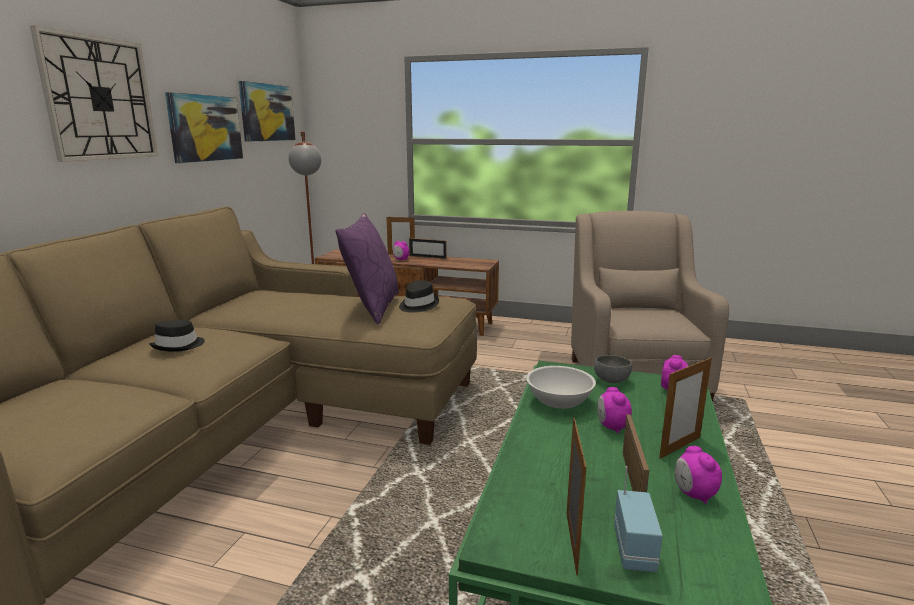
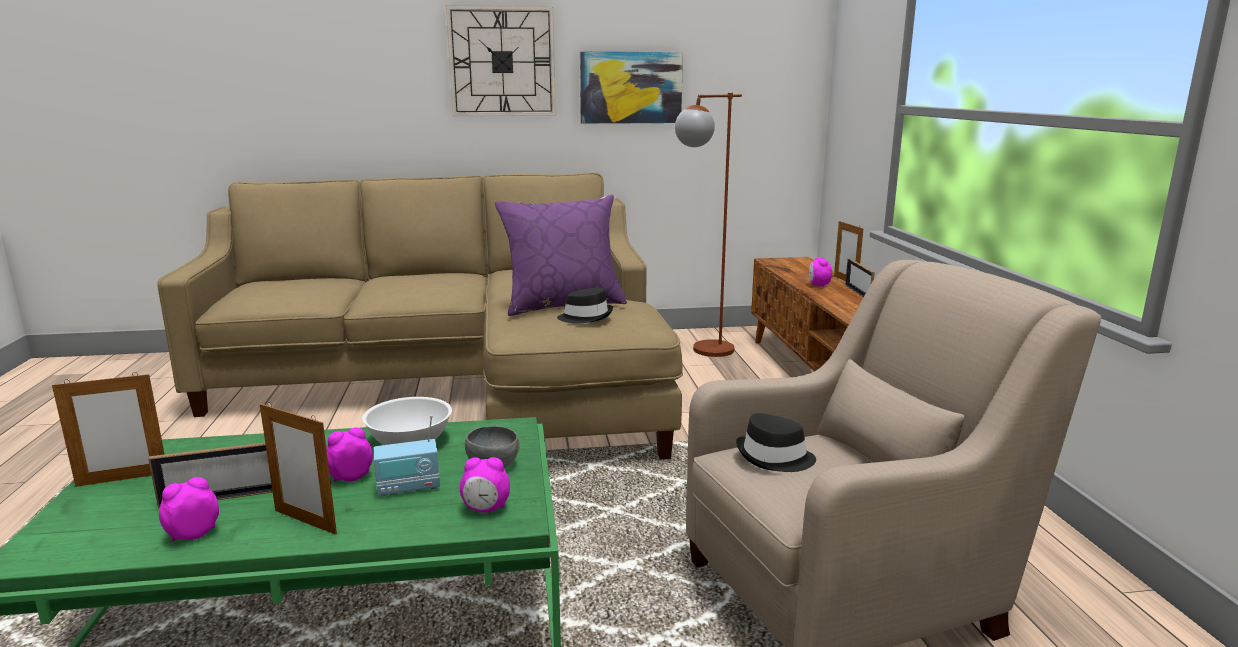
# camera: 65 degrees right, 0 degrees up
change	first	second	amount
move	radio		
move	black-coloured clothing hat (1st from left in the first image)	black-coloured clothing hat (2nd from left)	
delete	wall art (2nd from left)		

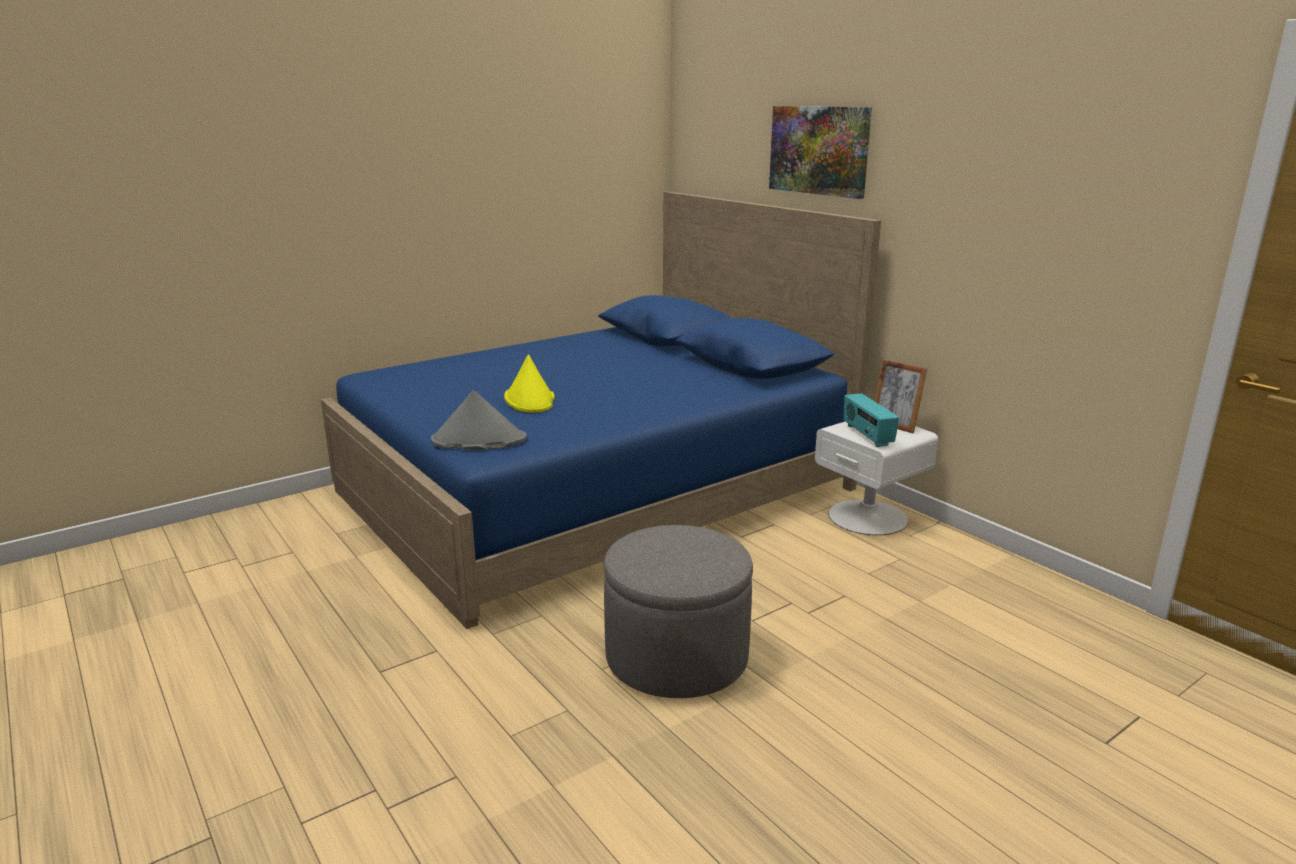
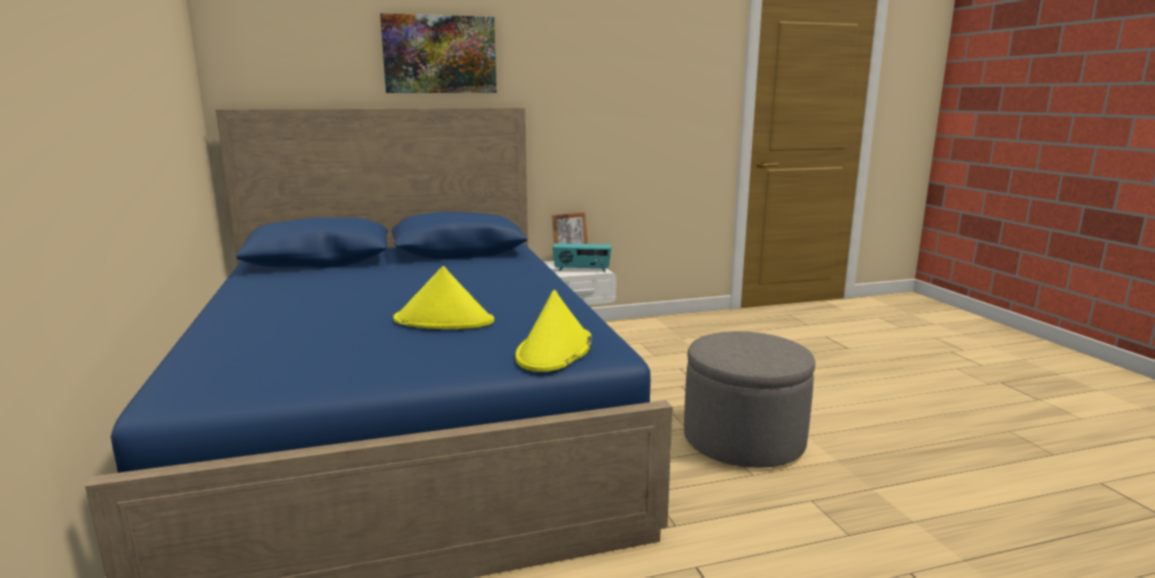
# camera: 70 degrees left, 5 degrees down
change	first	second	amount
recolor	gray clothing hat	yellow-coloured clothing hat (2nd from left)	

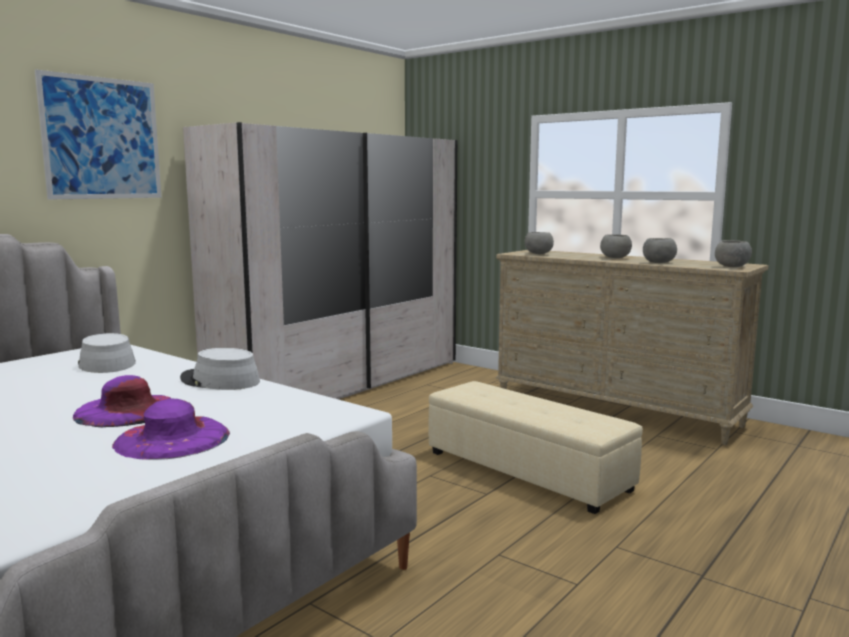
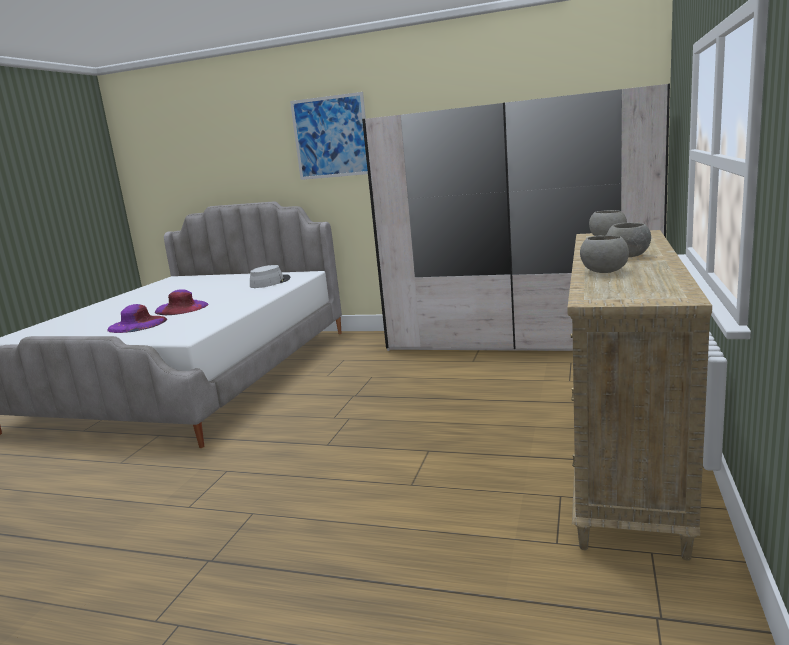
# camera: 70 degrees right, 5 degrees up
change	first	second	amount
delete	gray clothing hat (2nd from left)		
delete	sand-coloured footrest		
delete	gray bowl (4th from left)		

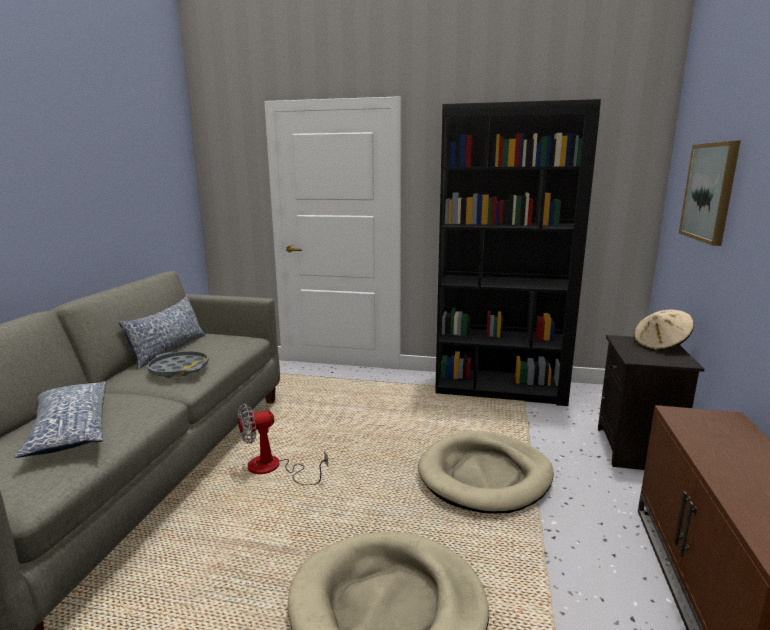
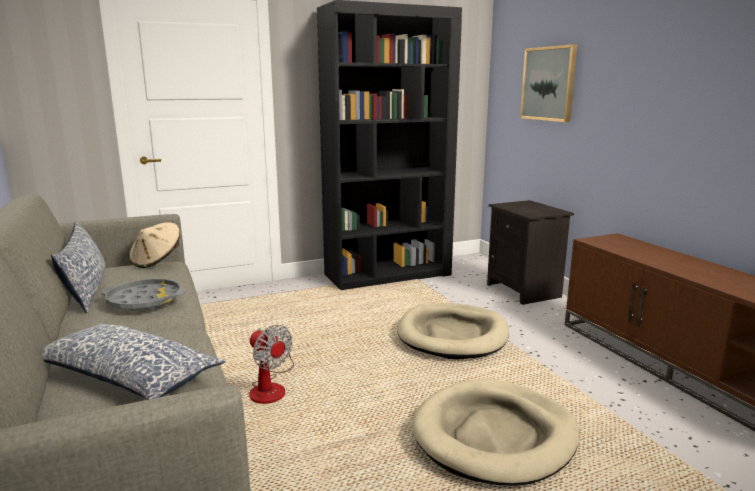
# camera: 35 degrees left, 0 degrees up
change	first	second	amount
move	sand-coloured clothing hat		
rotate	cooling fan		75 degrees counterclockwise

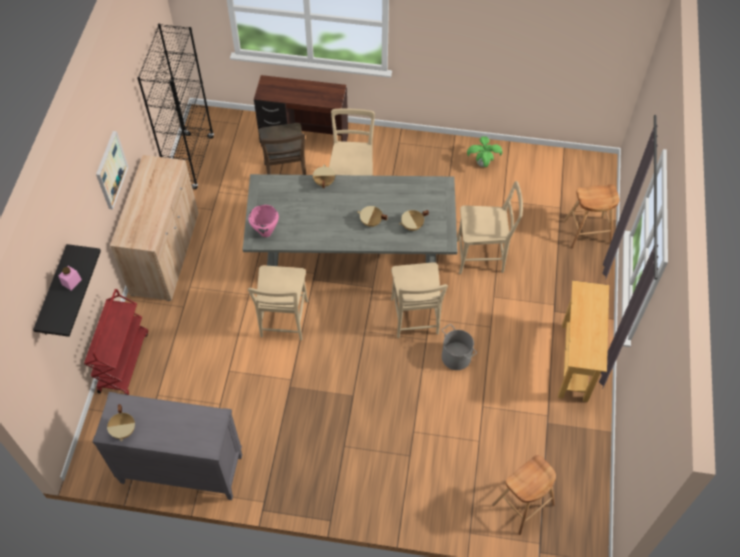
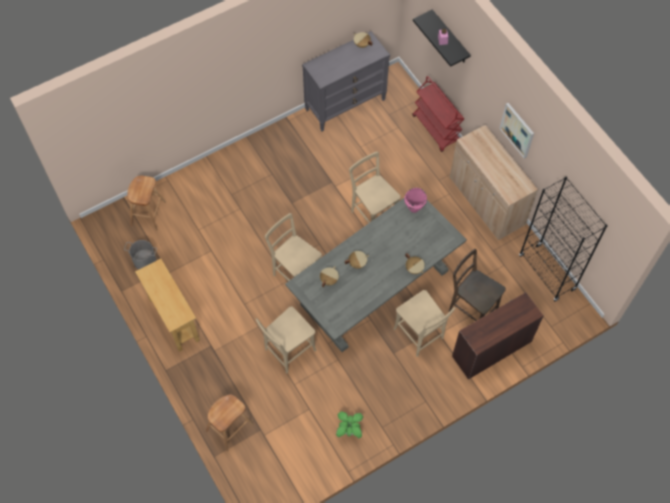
# camera: 140 degrees right, 5 degrees up
change	first	second	amount
move	gray pail		

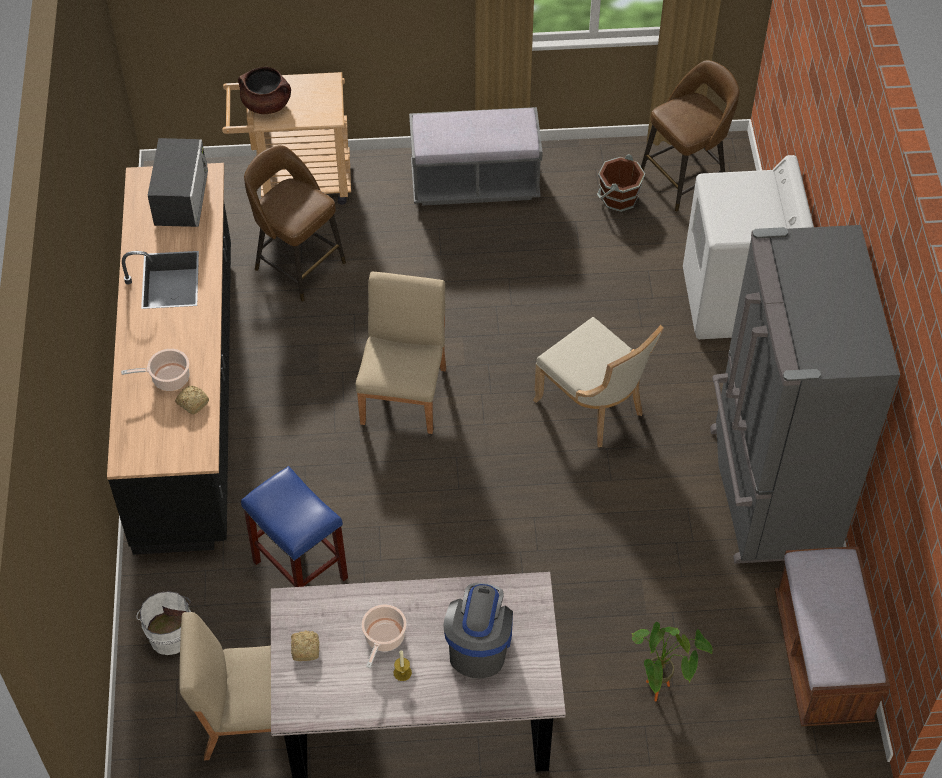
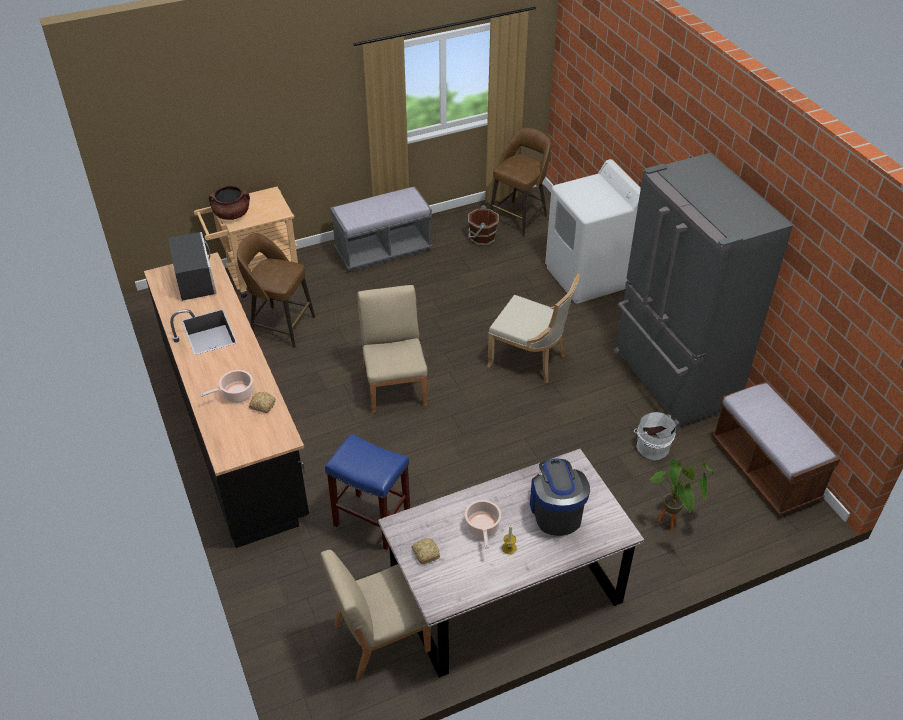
# camera: 20 degrees left, 10 degrees down
change	first	second	amount
move	white-coloured pail		

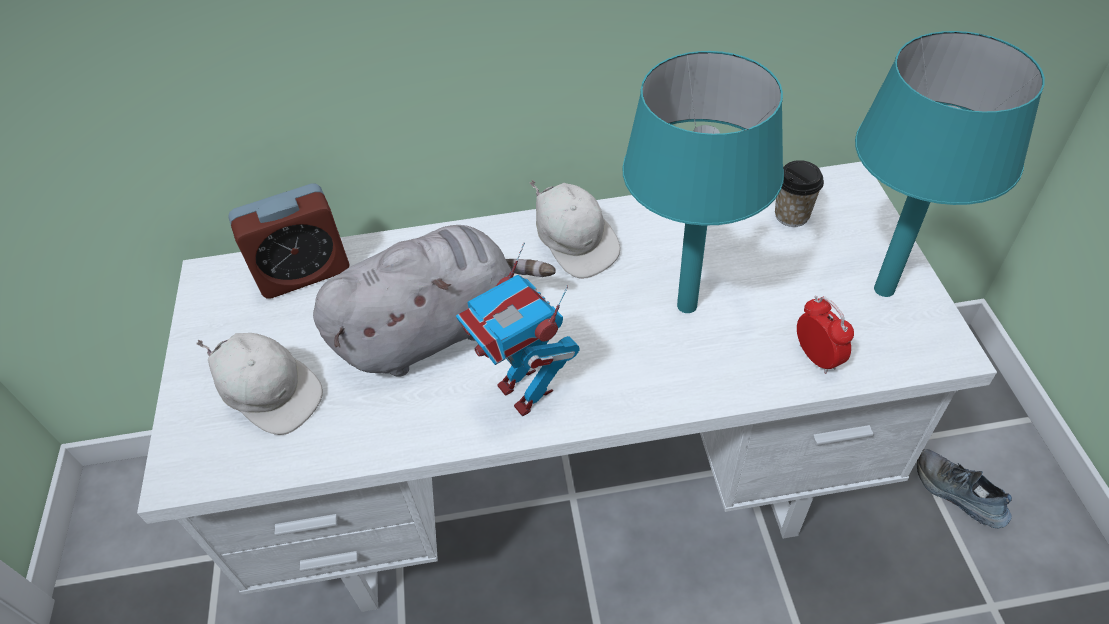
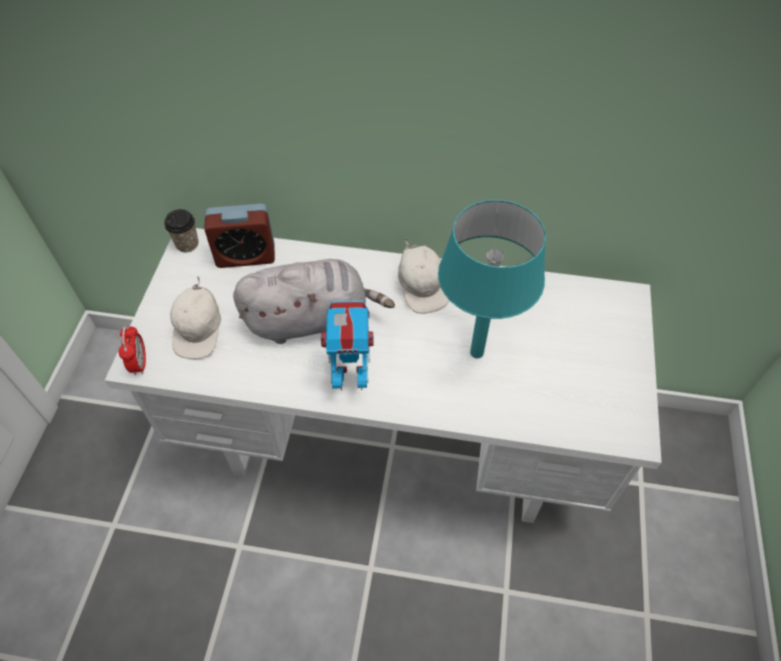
# camera: 15 degrees right, 5 degrees up
change	first	second	amount
move	table clock (2nd from left in the first image)	table clock (1st from left)	
move	small cup		
rotate	white-coloured cap (1st from left)		45 degrees clockwise
rotate	model robot		105 degrees clockwise
delete	turquoise-coloured tabletop lamp (2nd from left)		
delete	shoe		

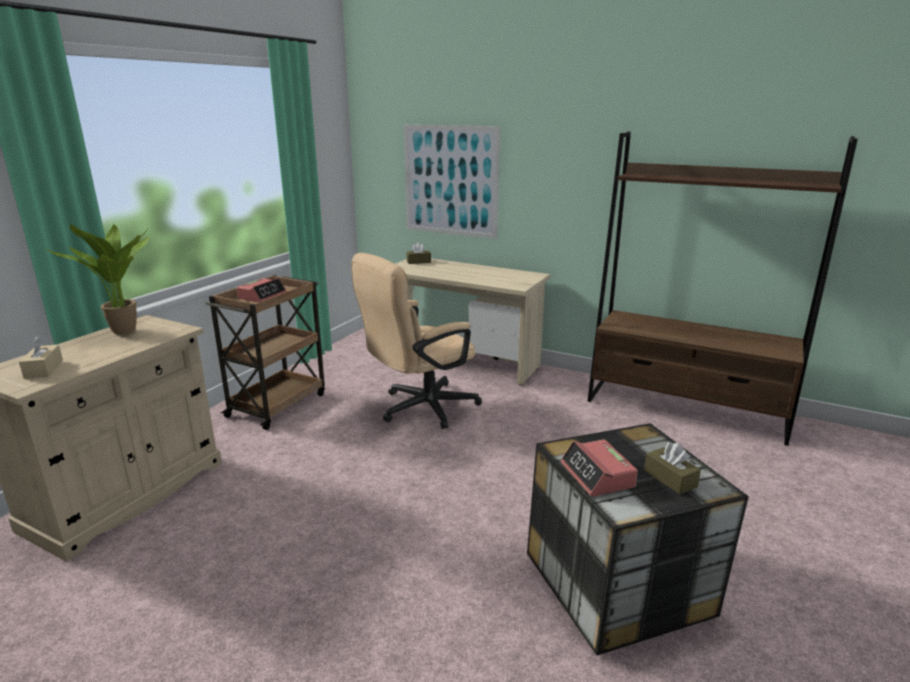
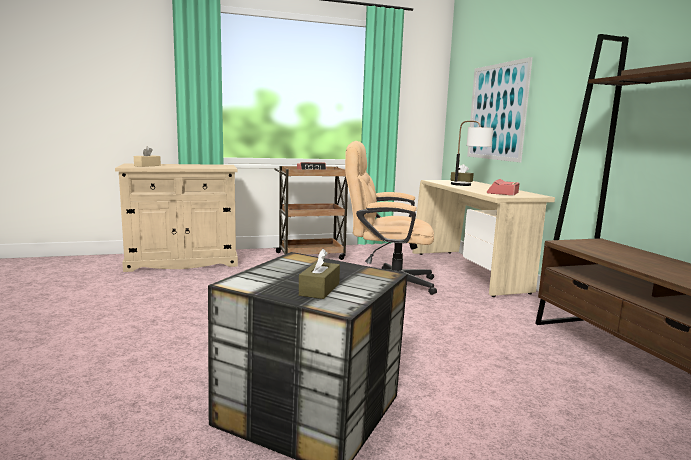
# camera: 45 degrees right, 10 degrees down
change	first	second	amount
insert		tabletop lamp	
move	table clock (2nd from left)		
delete	houseplant		

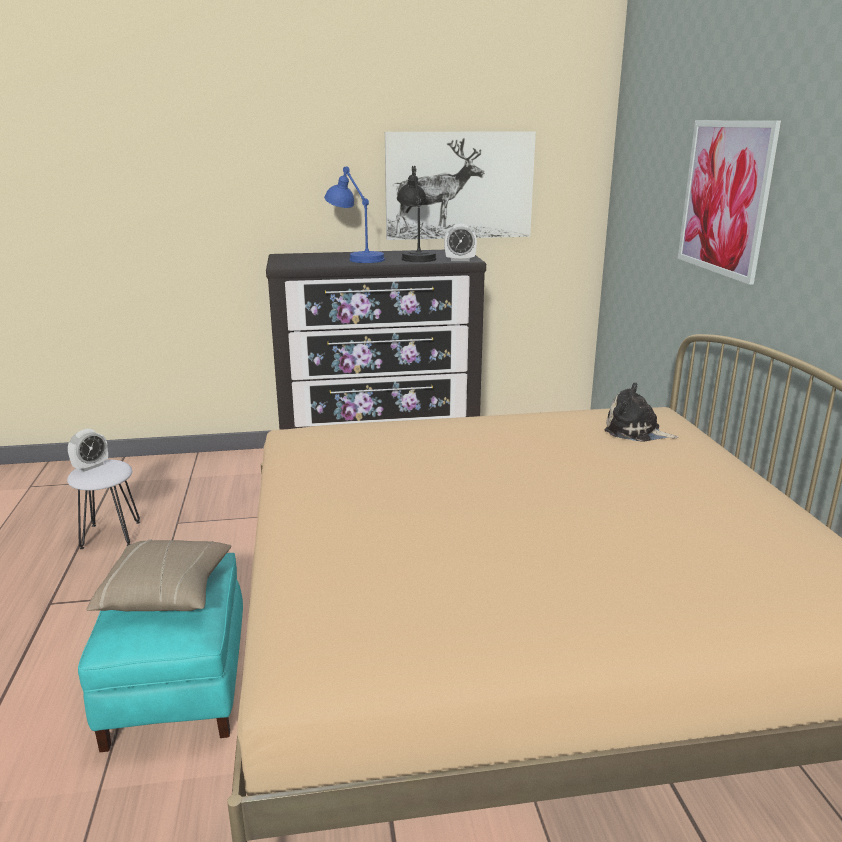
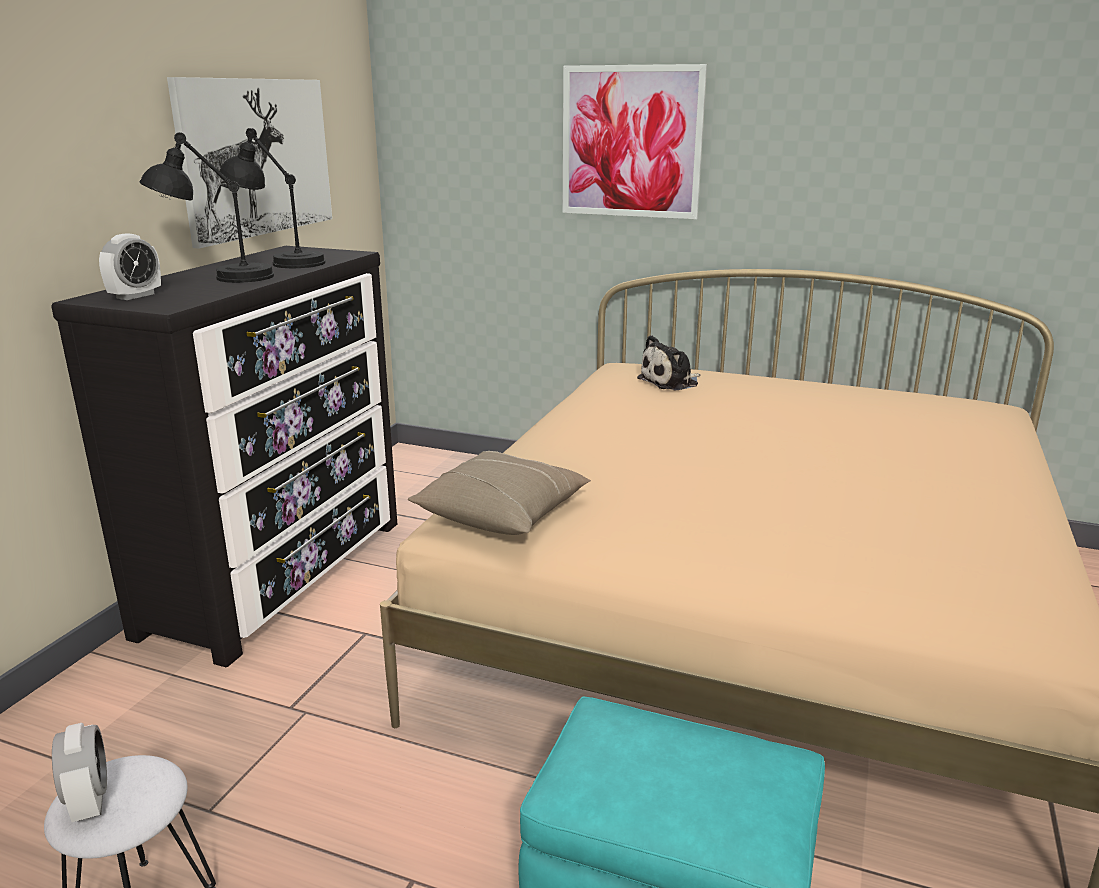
# camera: 60 degrees left, 0 degrees up
change	first	second	amount
move	table clock (2nd from left)		
recolor	bluish tabletop lamp	black-coloured tabletop lamp (1st from left)	
move	sand-coloured cushion		

